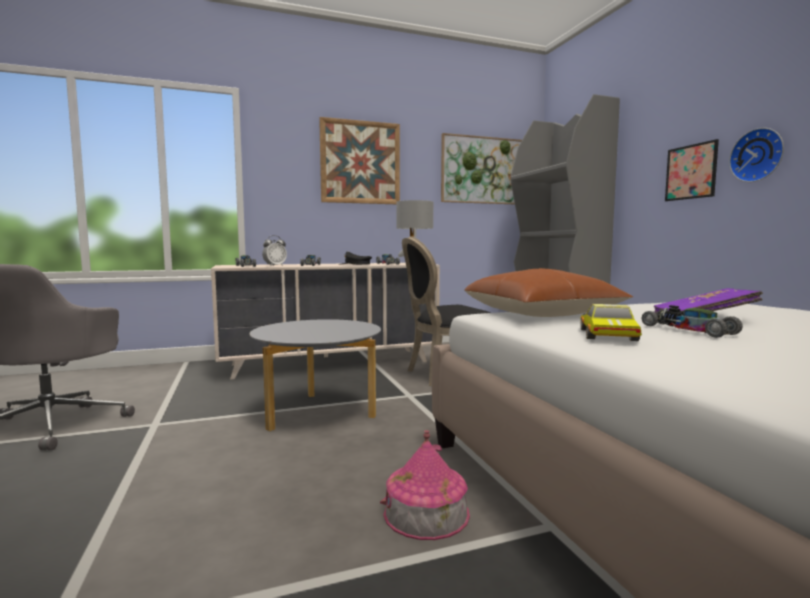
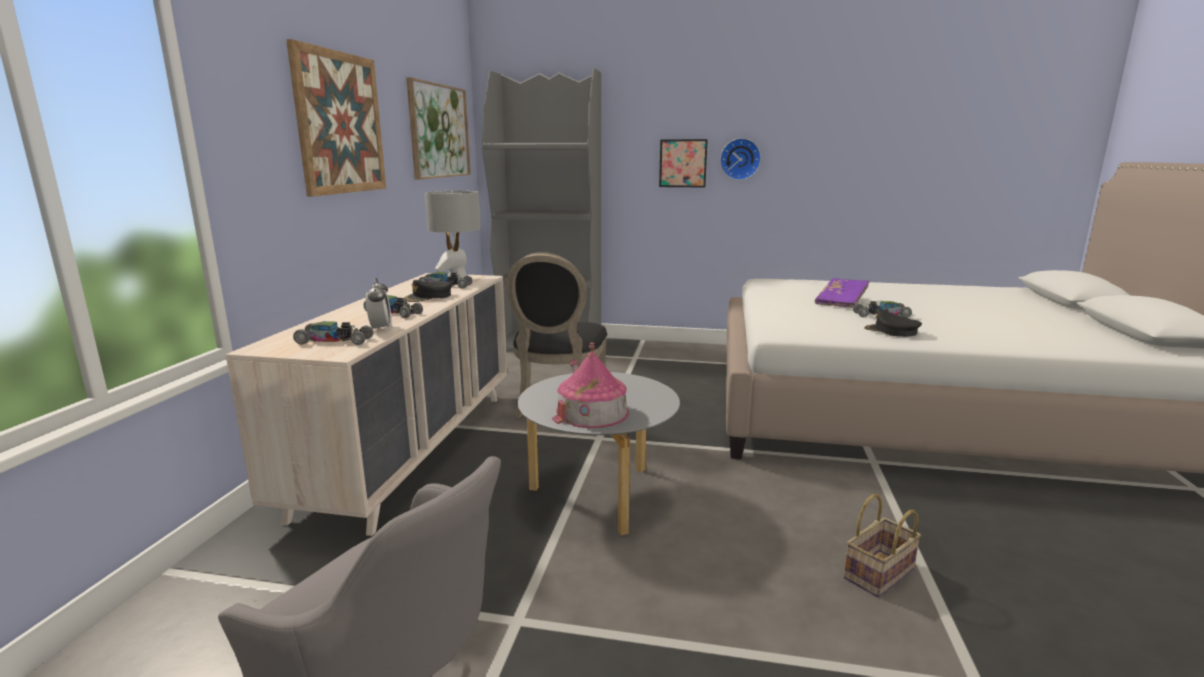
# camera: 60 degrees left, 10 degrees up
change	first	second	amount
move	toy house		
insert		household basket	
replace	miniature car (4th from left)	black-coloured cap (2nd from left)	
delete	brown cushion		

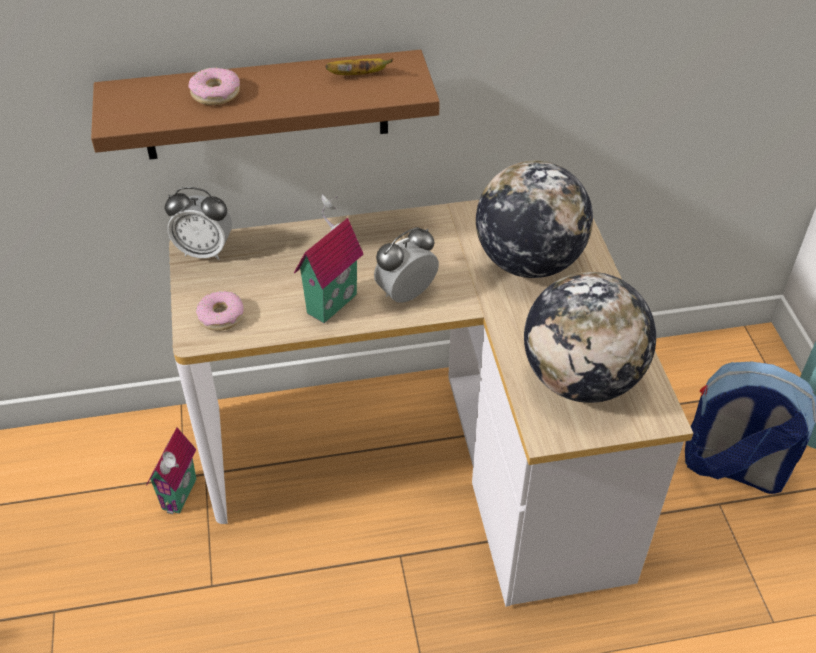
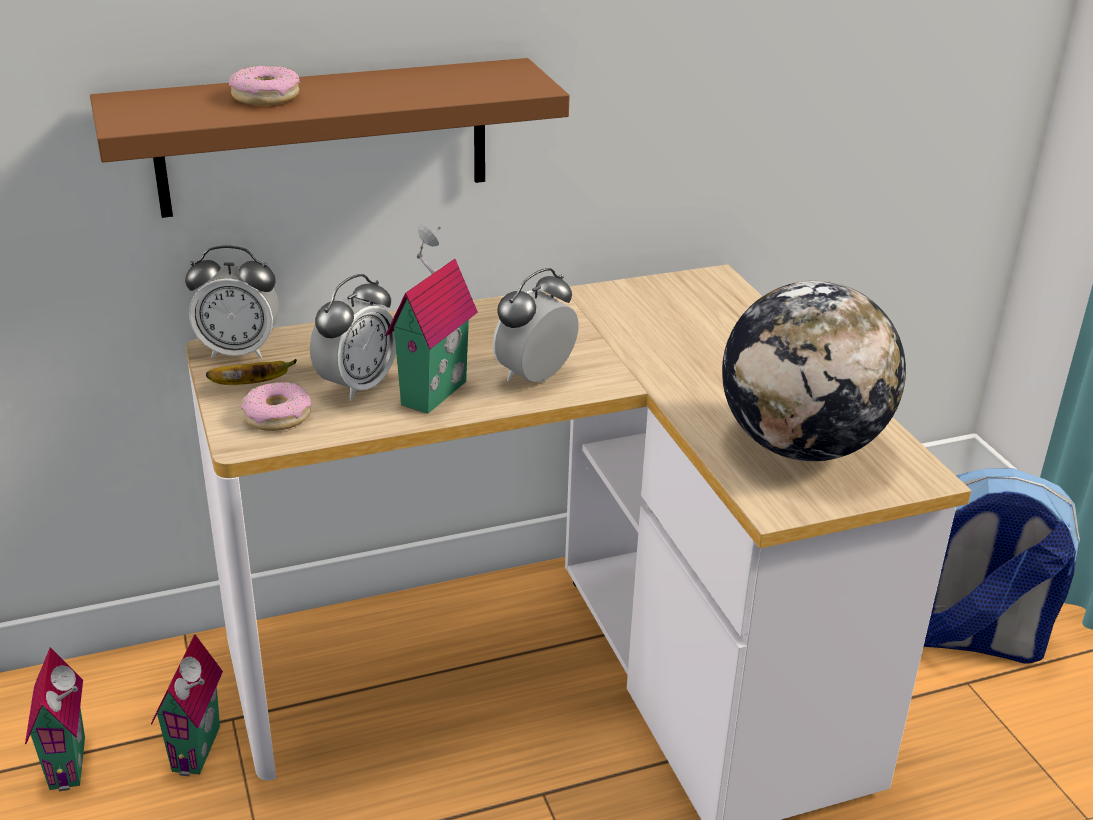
# camera: 10 degrees left, 15 degrees down
change	first	second	amount
insert		toy house (1st from left)	
move	banana		
insert		table clock (2nd from left)	
delete	world globe (1st from left)		

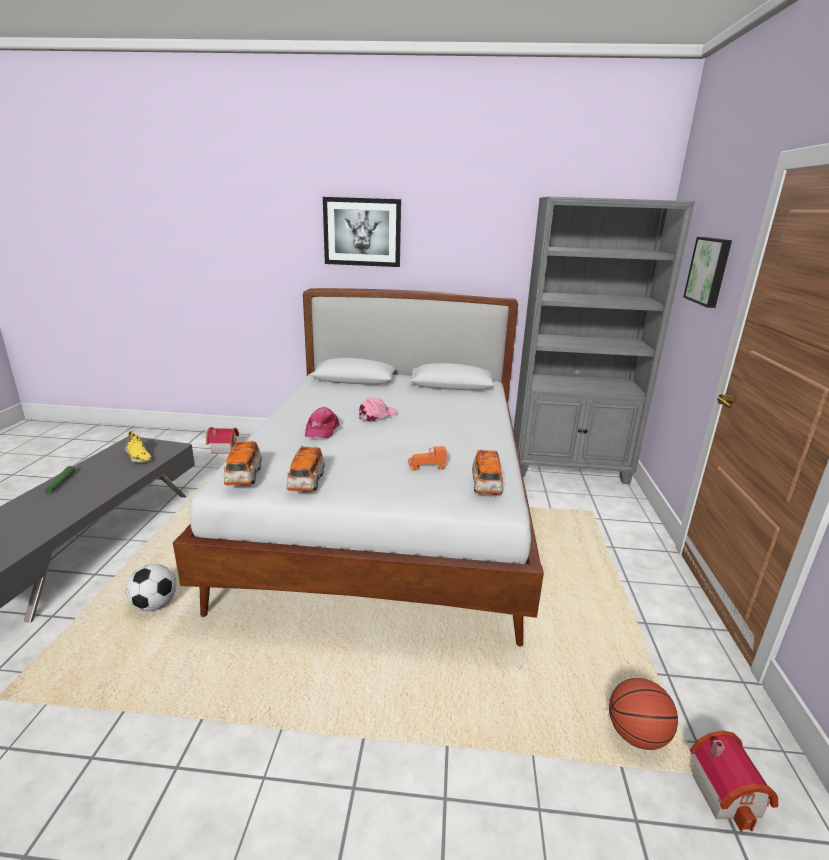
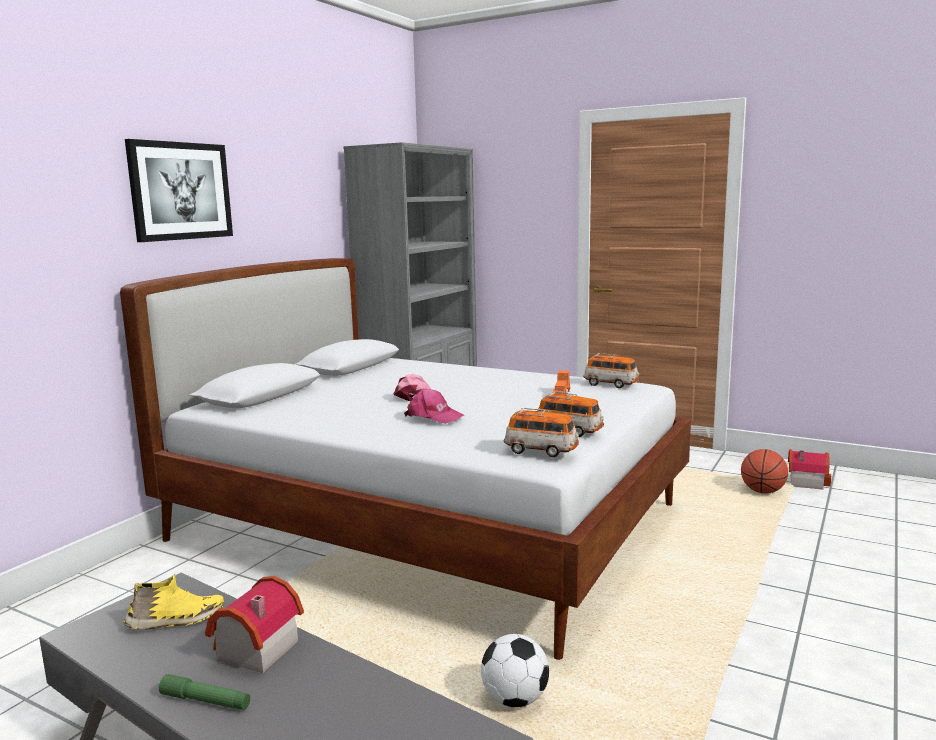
# camera: 65 degrees left, 10 degrees down
change	first	second	amount
move	toy house (1st from left)		
delete	wall art (2nd from left)		

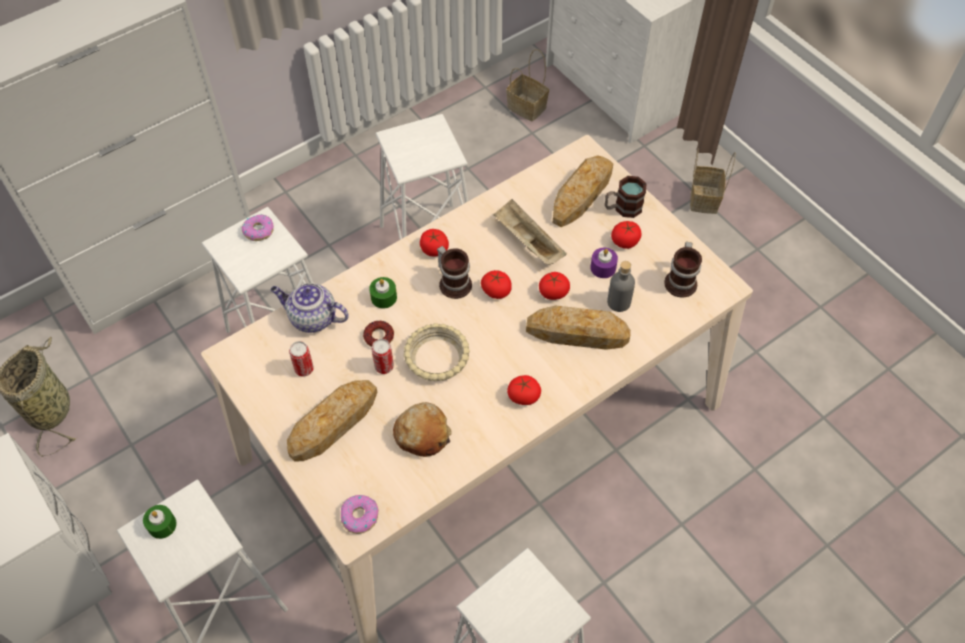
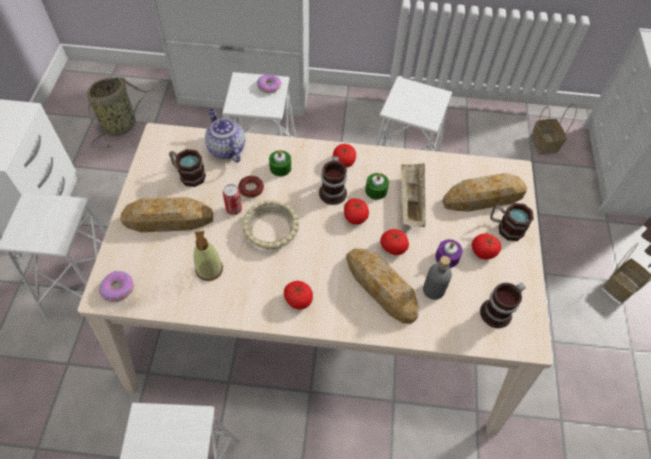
# camera: 40 degrees right, 0 degrees up
change	first	second	amount
replace	can (1st from left)	tea mug (1st from left)	
replace	bakery bread (2nd from left)	liquid soap bottle	
move	greenish candle (1st from left in the first image)	greenish candle (2nd from left)	

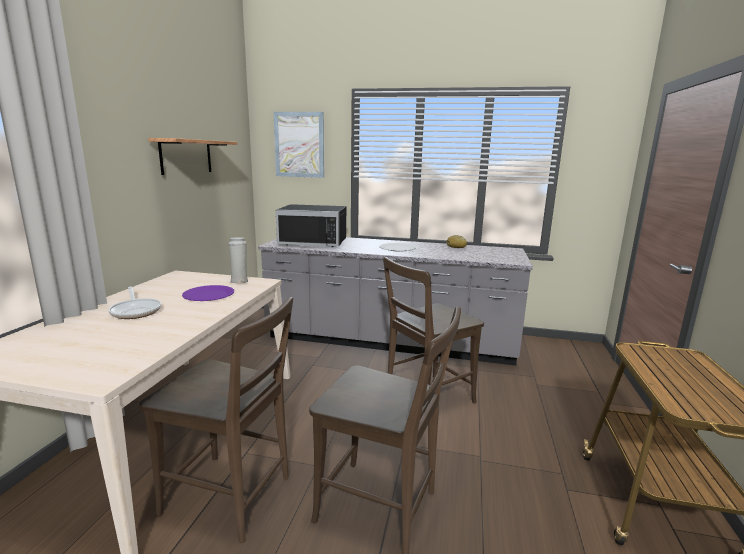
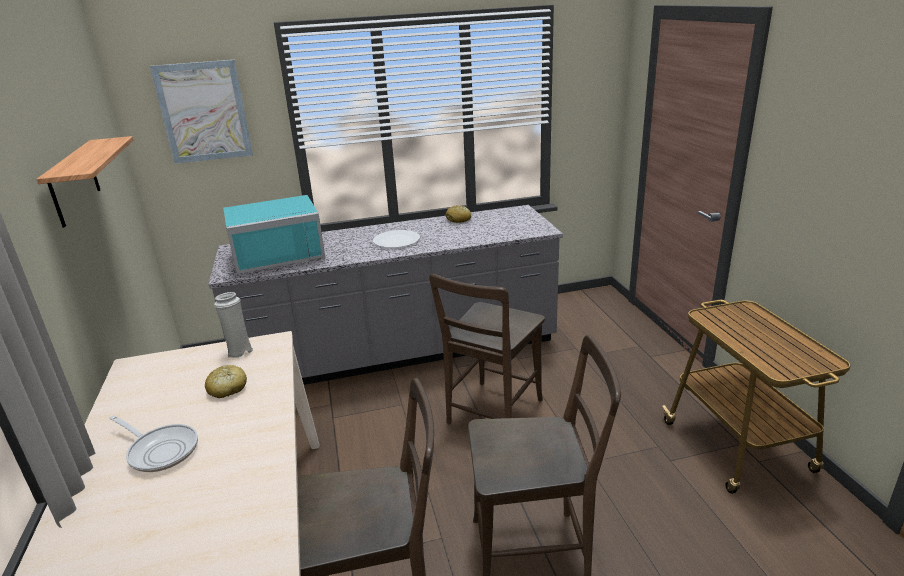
# camera: 25 degrees left, 10 degrees up
change	first	second	amount
replace	purplish flat dish	bakery bread (1st from left)	
recolor	black-coloured microwave	turquoise-coloured microwave	

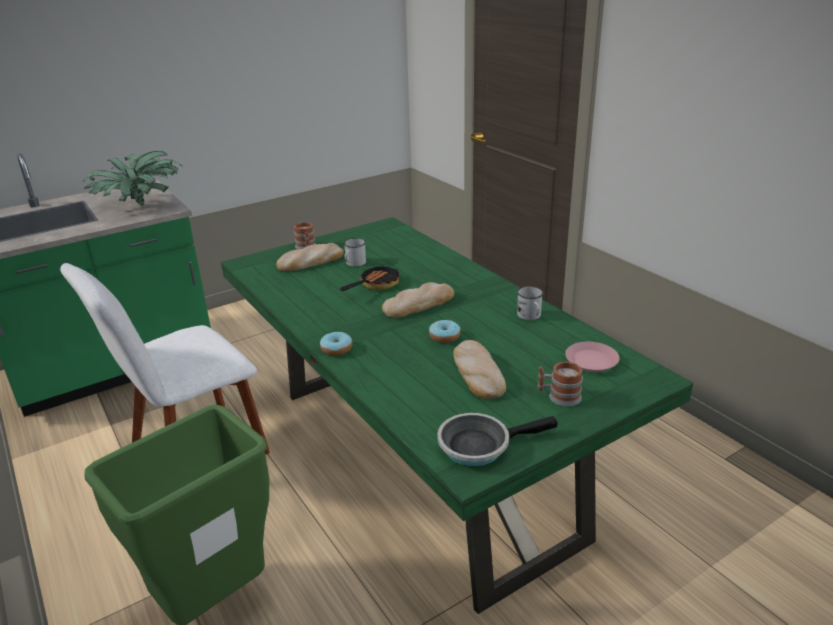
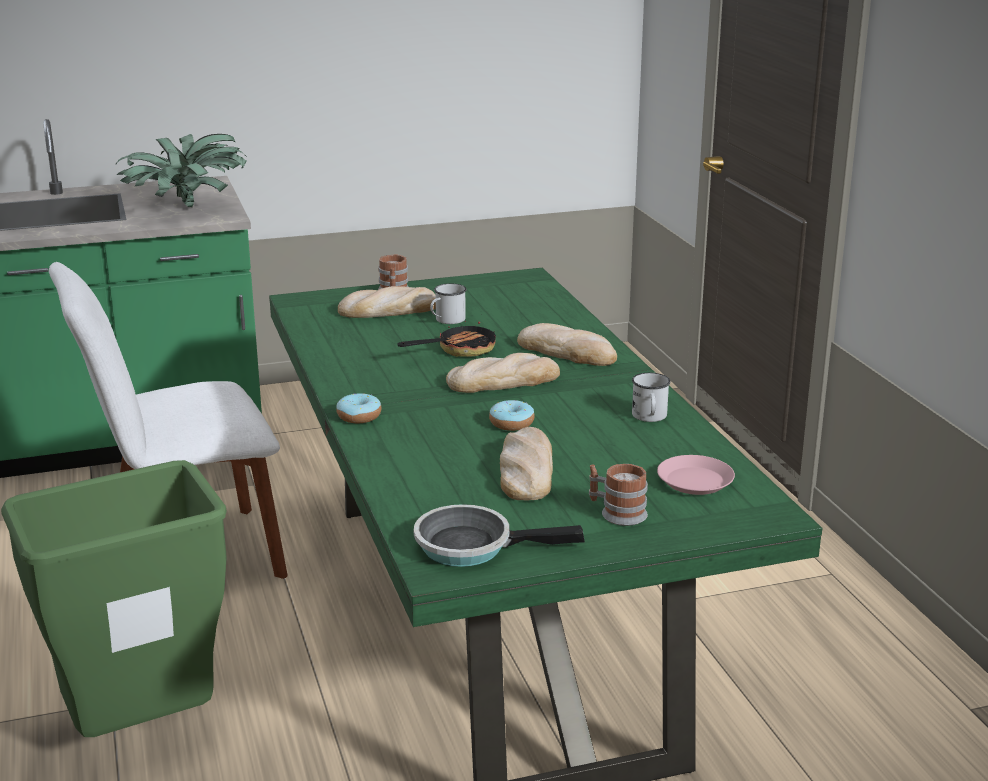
# camera: 15 degrees right, 5 degrees down
change	first	second	amount
insert		bakery bread (4th from left)	

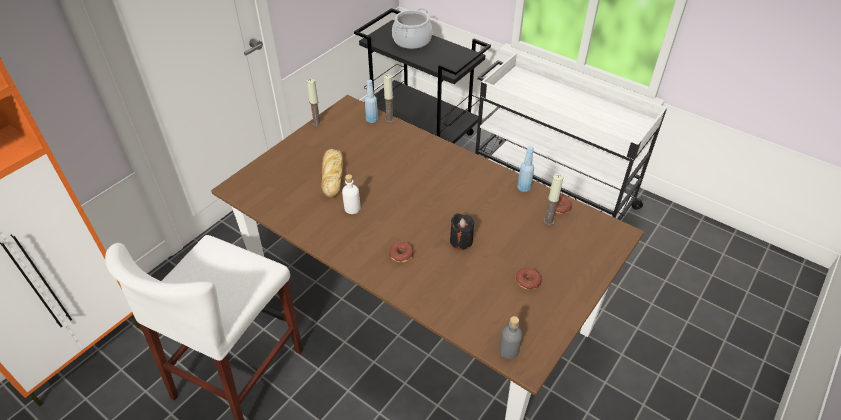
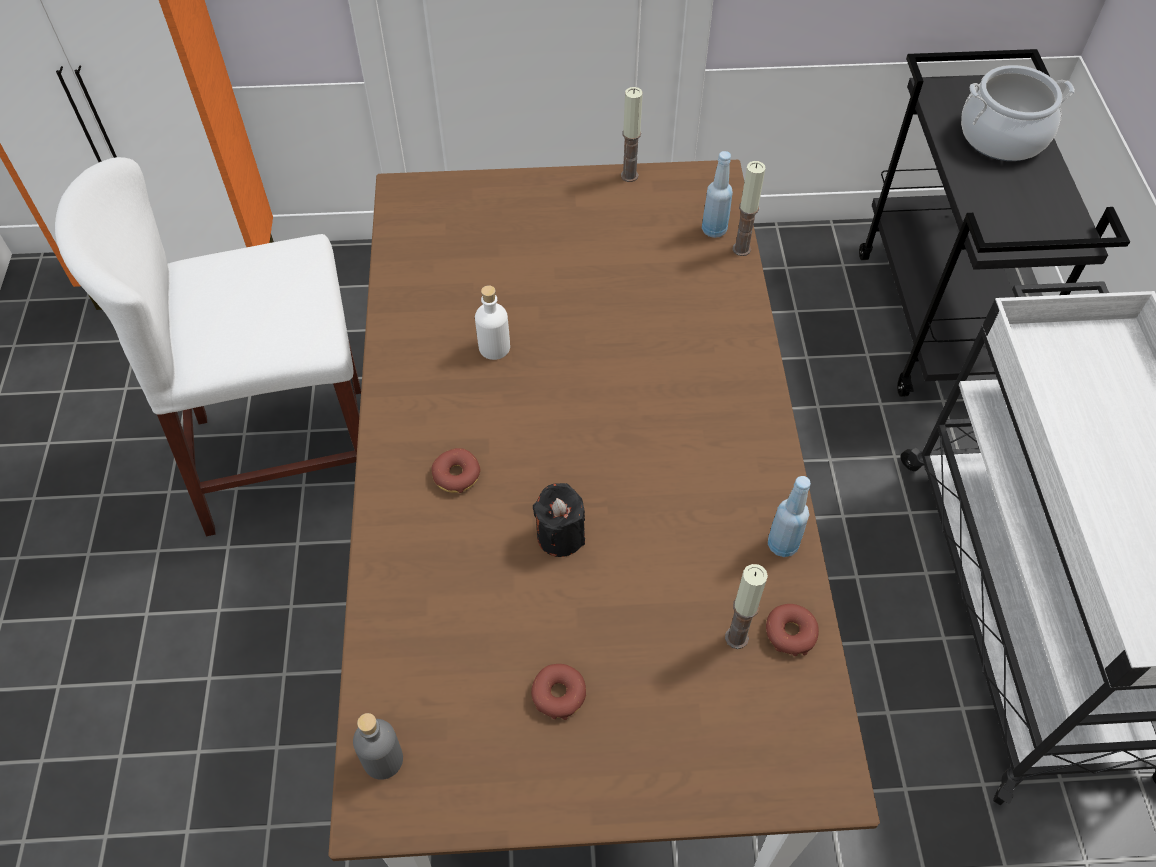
# camera: 50 degrees right, 10 degrees up
change	first	second	amount
delete	bakery bread		

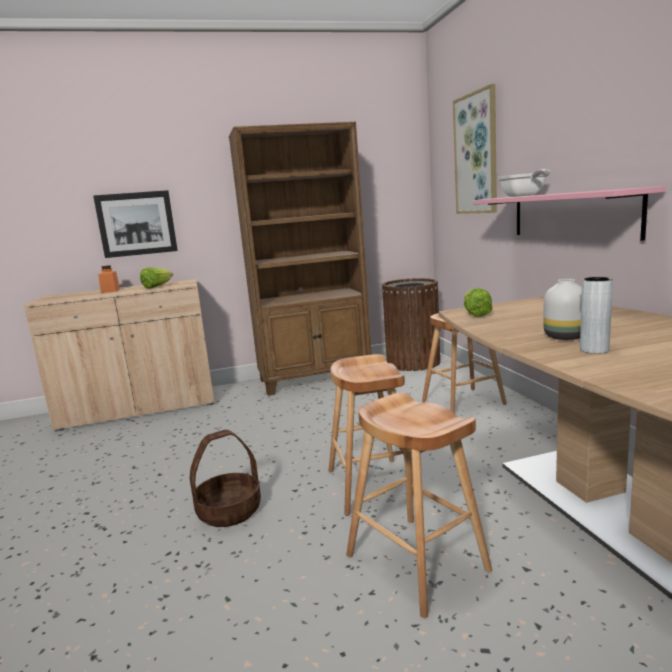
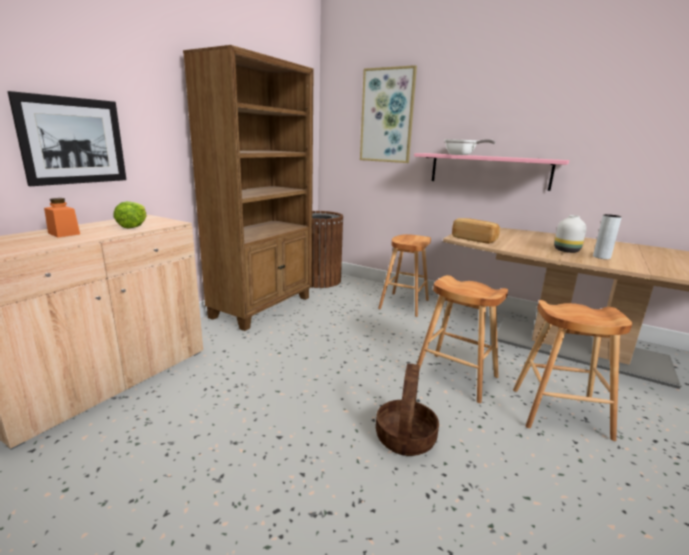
# camera: 45 degrees left, 5 degrees up
change	first	second	amount
replace	head of lettuce (2nd from left)	bakery bread	

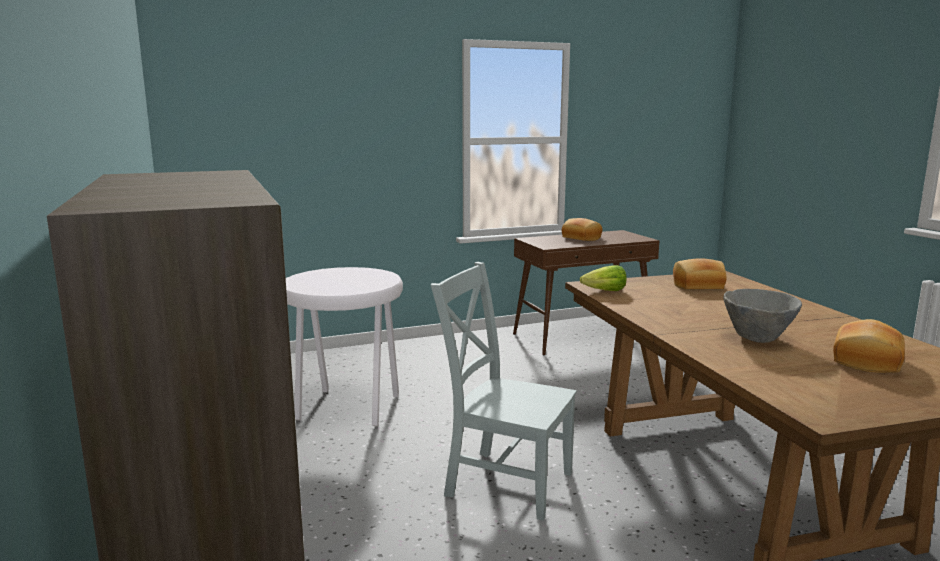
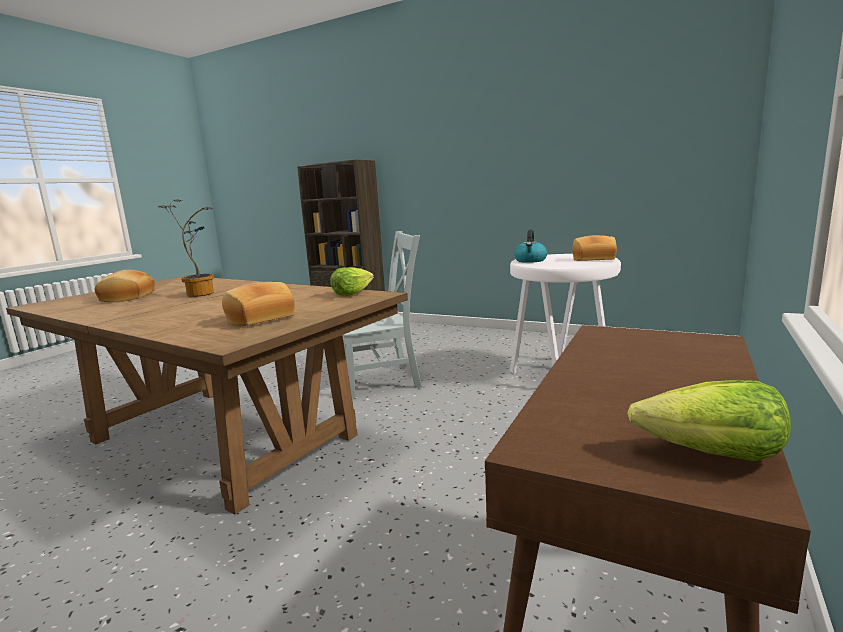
# camera: 140 degrees right, 0 degrees up
change	first	second	amount
replace	gray bowl	houseplant	
insert		tea kettle	
move	bakery bread (1st from left in the first image)	bakery bread (3rd from left)	
insert		head of lettuce (2nd from left)	

